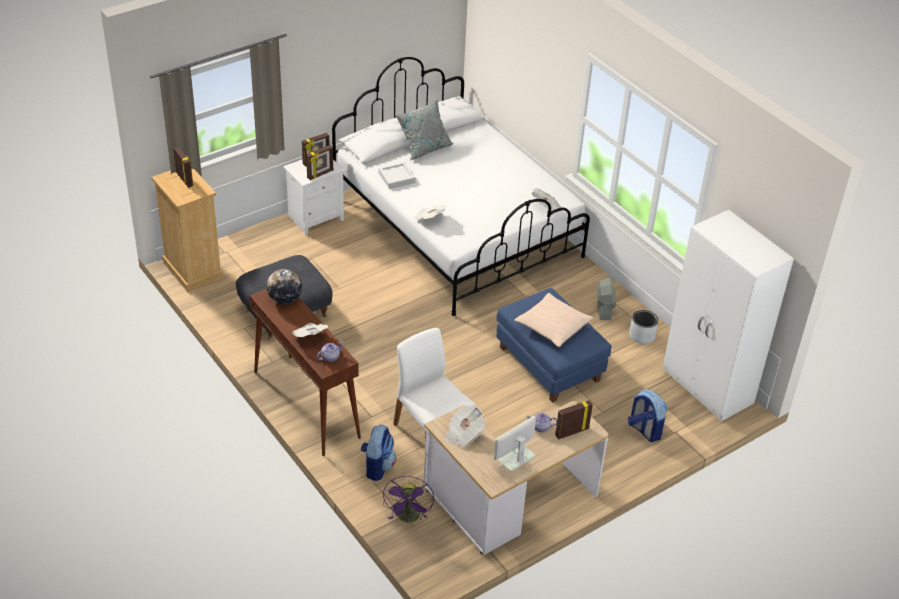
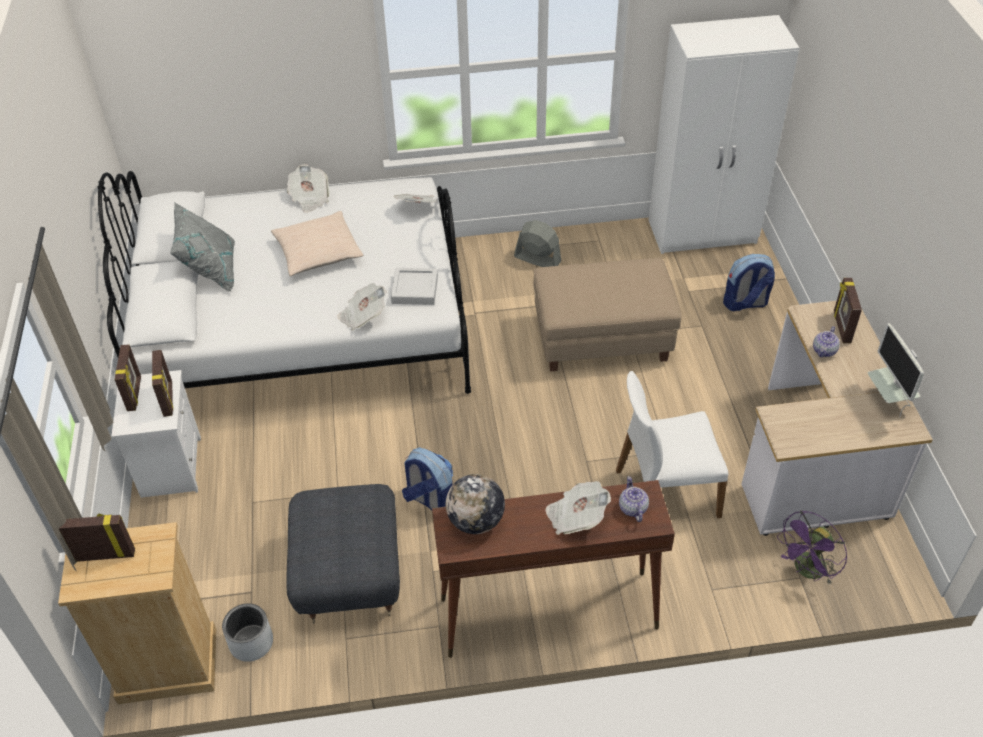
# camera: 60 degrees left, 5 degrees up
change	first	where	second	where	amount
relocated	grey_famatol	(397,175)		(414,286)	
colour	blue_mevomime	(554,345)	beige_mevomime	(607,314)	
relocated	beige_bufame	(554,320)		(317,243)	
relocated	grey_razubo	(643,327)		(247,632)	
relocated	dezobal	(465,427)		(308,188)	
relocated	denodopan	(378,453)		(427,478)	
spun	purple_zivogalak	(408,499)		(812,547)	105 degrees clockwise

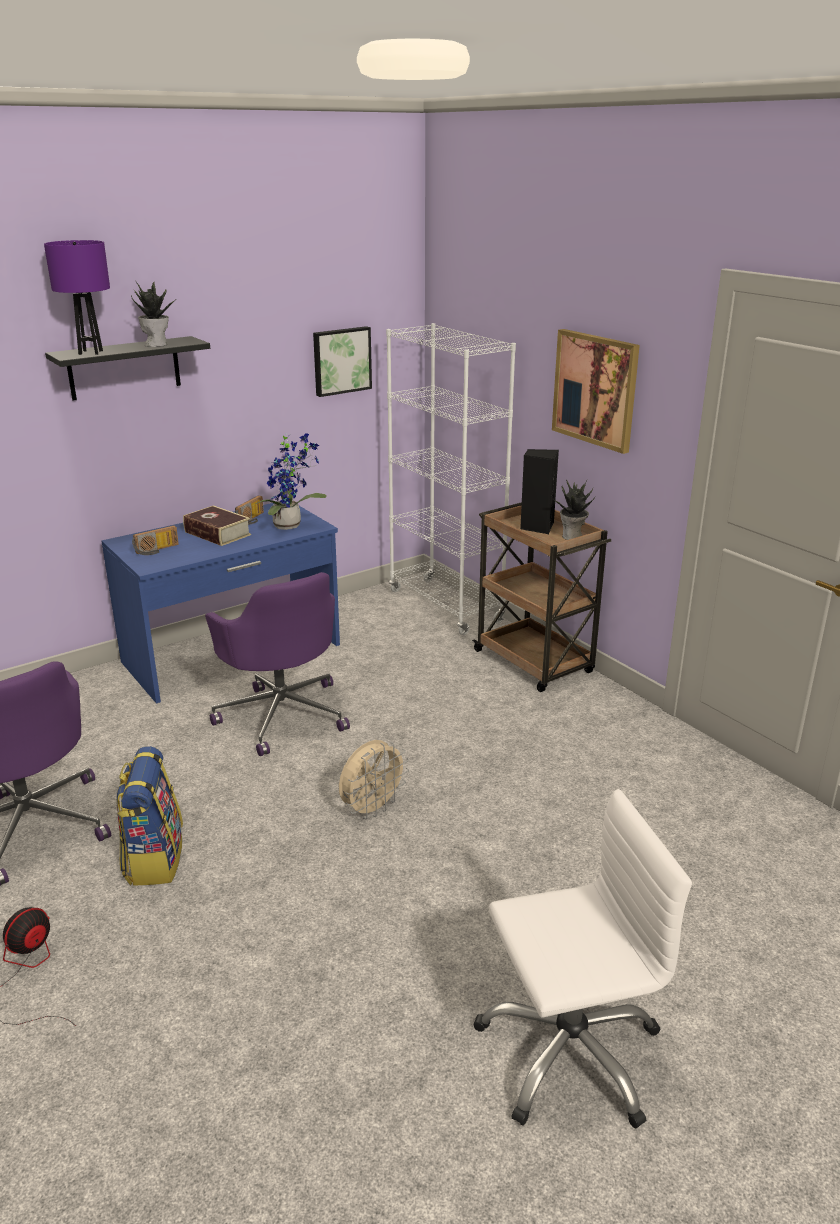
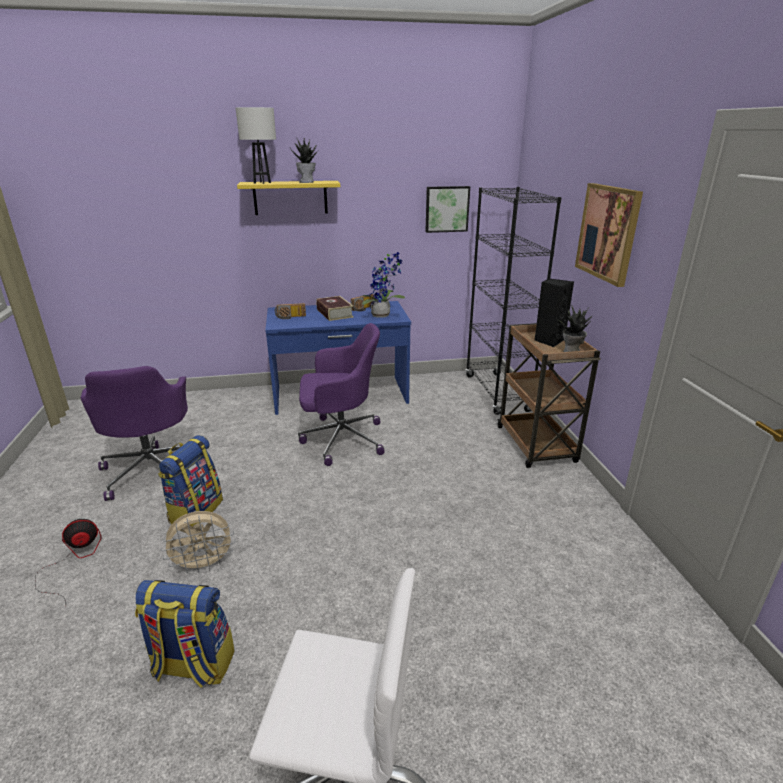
# camera: 25 degrees right, 0 degrees up
change	first	where	second	where	amount
colour	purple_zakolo	(77,297)	white_zakolo	(256,145)	
colour	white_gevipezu	(451,479)	black_gevipezu	(514,301)	
colour	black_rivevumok	(127,368)	yellow_rivevumok	(288,198)	
spun	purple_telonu	(277,664)		(341,394)	90 degrees counterclockwise
relocated	beige_zivogalak	(374,779)		(198,542)	
appeared			denodopan	(184,634)	

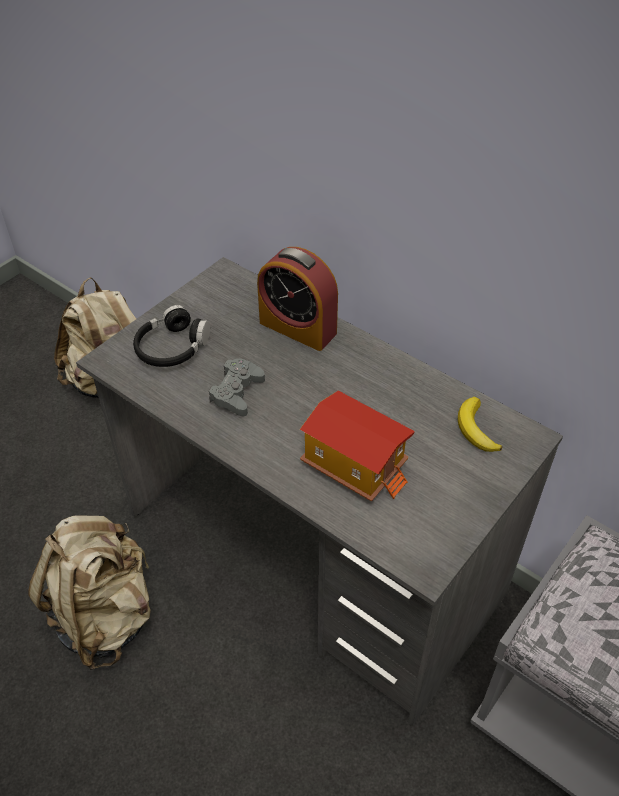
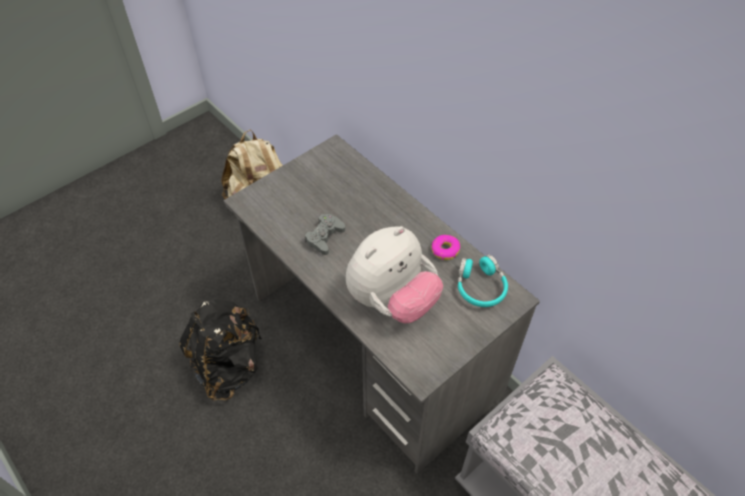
# camera: 10 degrees right, 5 degrees up
change	first	where	second	where	amount
missing	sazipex	(297,299)			
missing	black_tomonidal	(171,336)			
exchanged	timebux	(357,446)	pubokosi	(394,274)	
exchanged	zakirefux	(480,424)	turquoise_tomonidal	(482,281)	
colour	beige_denodopan	(89,593)	black_denodopan	(220,350)	
appeared			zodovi	(445,247)	

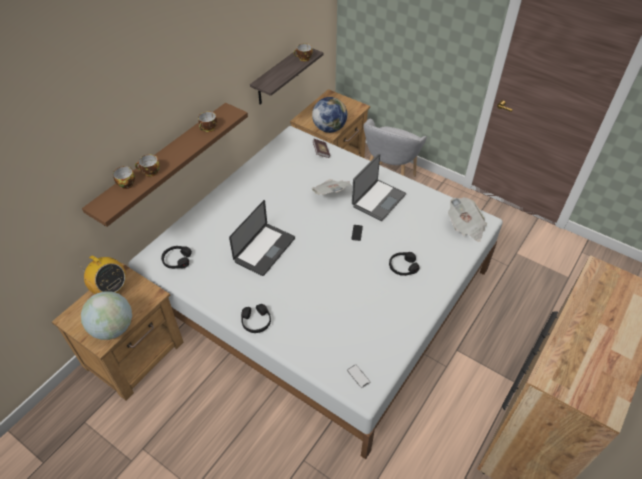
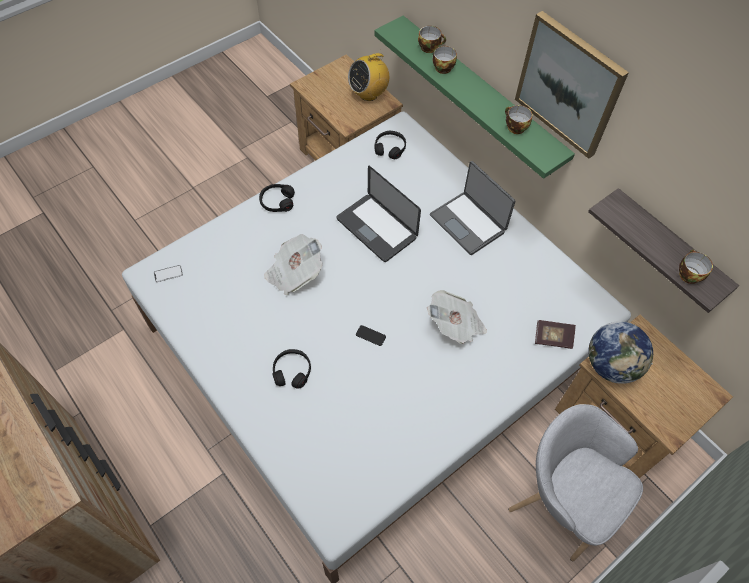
# camera: 105 degrees right, 10 degrees up
change	first	where	second	where	amount
colour	brown_rivevumok	(165,165)	green_rivevumok	(474,97)	
relocated	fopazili	(379,187)		(473,208)	
relocated	dezobal	(467,219)		(293,265)	
missing	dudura	(106,315)			
appeared			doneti	(572,85)	

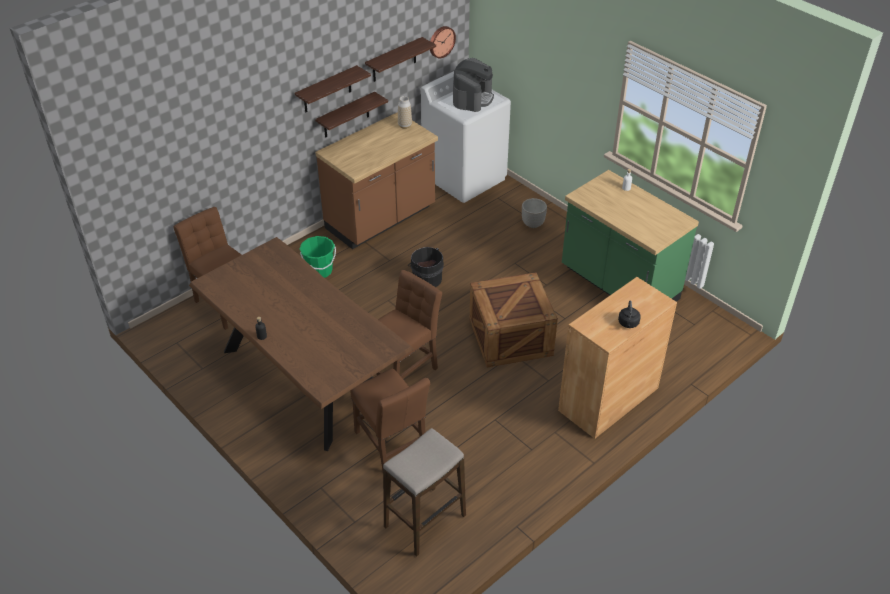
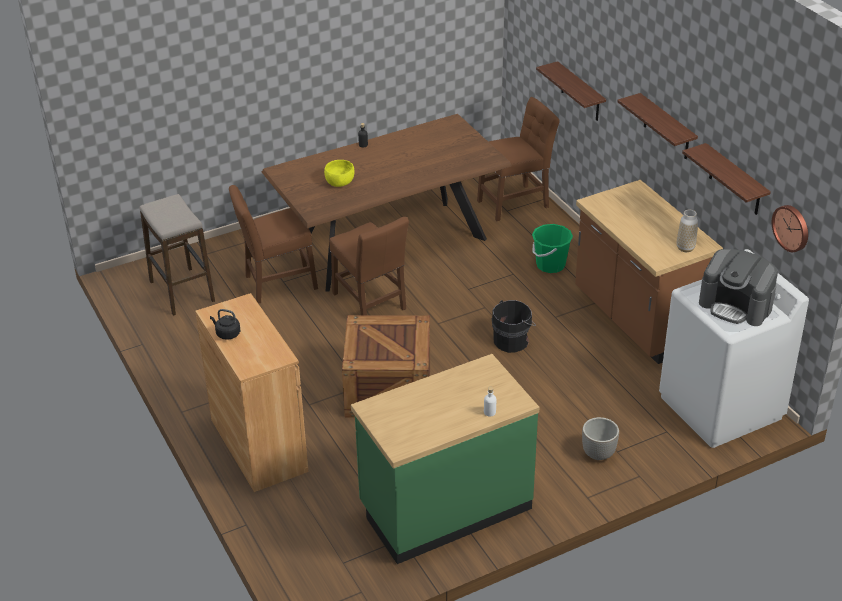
# camera: 105 degrees right, 5 degrees down
change	first	where	second	where	amount
relocated	rivevumok	(351,115)		(571,91)	
appeared			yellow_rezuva	(339,173)	

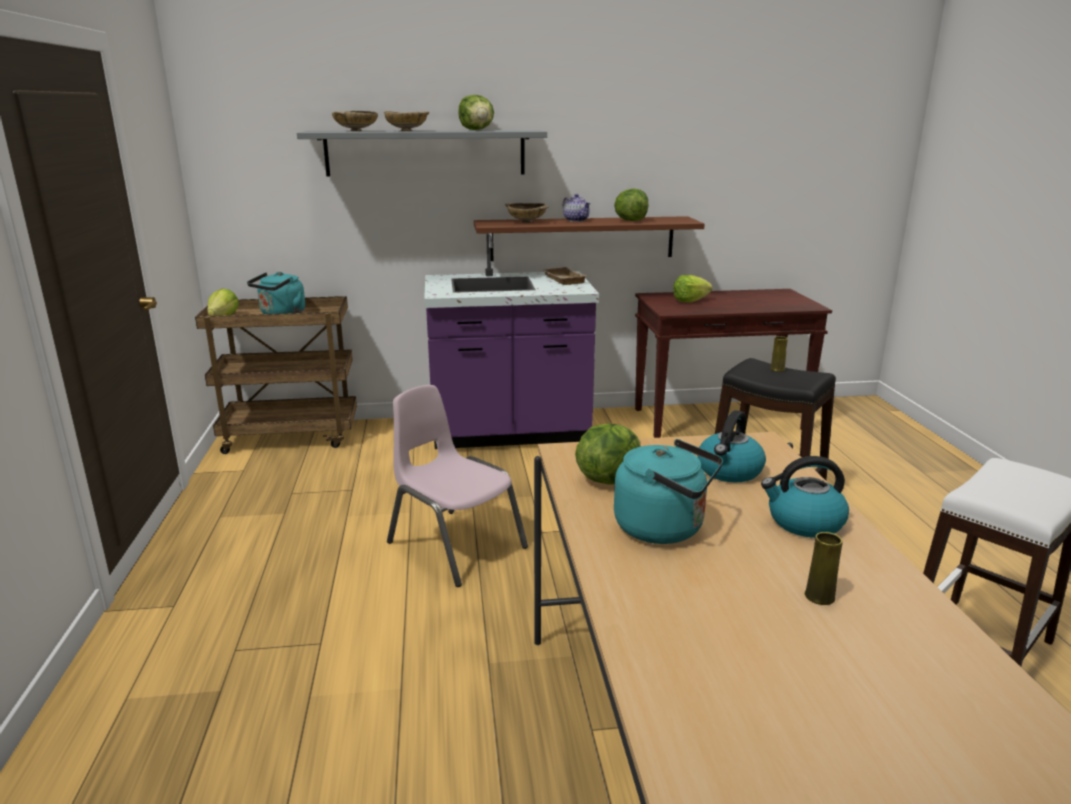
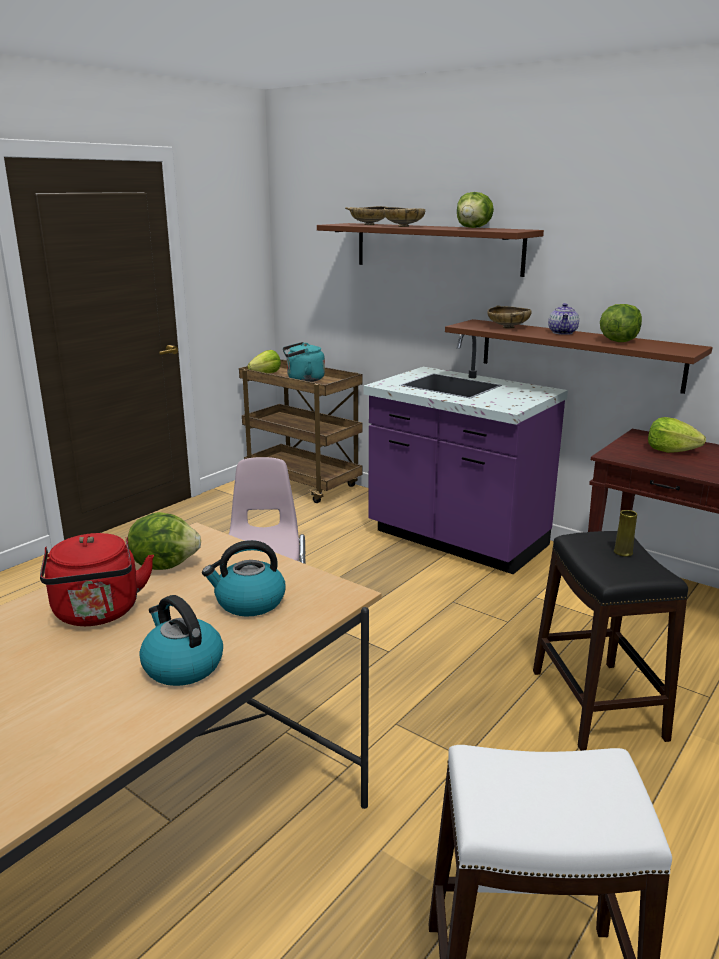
# camera: 45 degrees right, 0 degrees up
change	first	where	second	where	amount
colour	grey_rivevumok	(422,153)	brown_rivevumok	(430,250)	
missing	beige_famatol	(565,276)			
colour	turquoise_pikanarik	(668,491)	red_pikanarik	(97,579)	
missing	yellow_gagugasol	(824,568)			

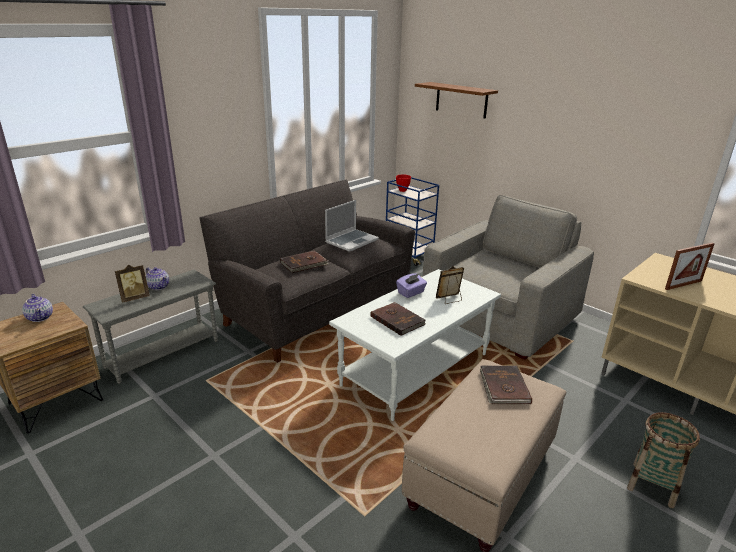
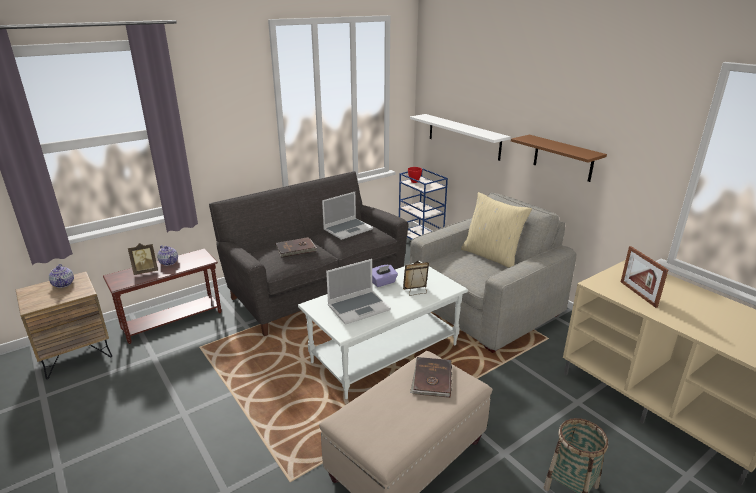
# camera: 10 degrees right, 0 degrees up
change	first	where	second	where	amount
relocated	brown_rivevumok	(456,100)		(559,158)	
spun	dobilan	(690,266)		(644,277)	90 degrees clockwise
colour	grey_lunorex	(150,327)	brown_lunorex	(162,296)	
exchanged	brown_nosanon	(398,319)	fopazili	(358,291)	
appeared			white_rivevumok	(460,137)	
appeared			beige_bufame	(496,230)	

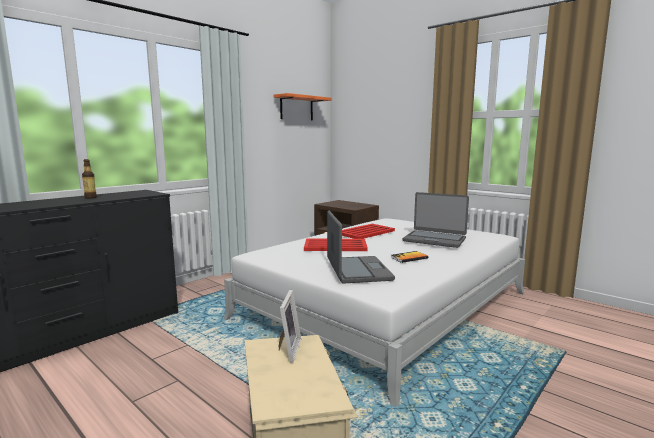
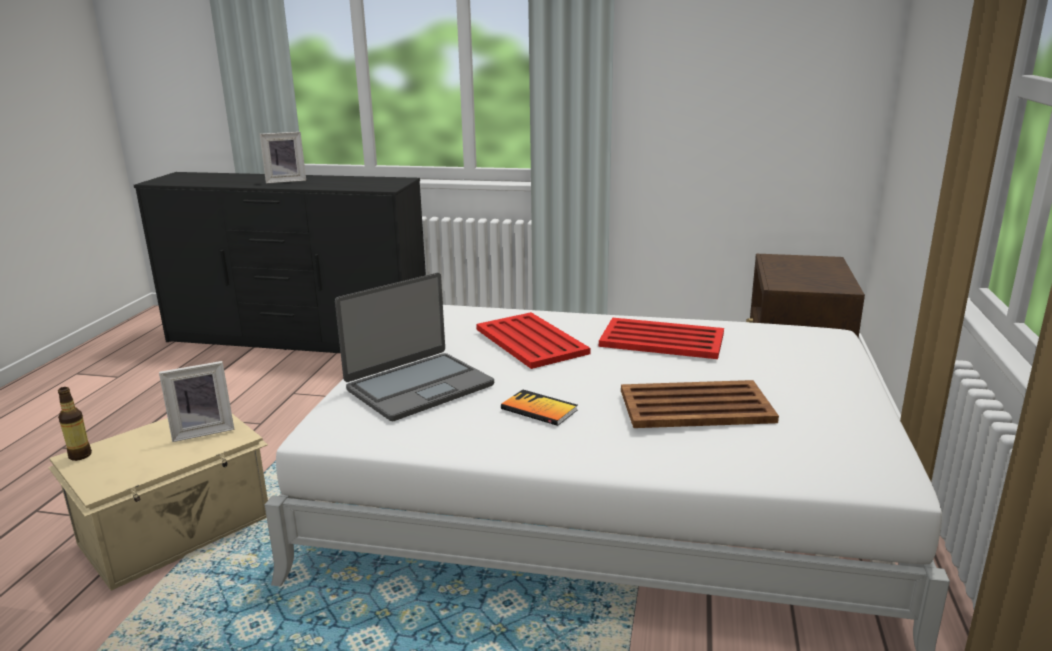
# camera: 60 degrees right, 10 degrees up
change	first	where	second	where	amount
missing	orange_rivevumok	(302,107)			
relocated	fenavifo	(89,179)		(75,424)	
exchanged	fopazili	(436,220)	brown_famatol	(700,404)	
appeared			dobilan	(282,158)	

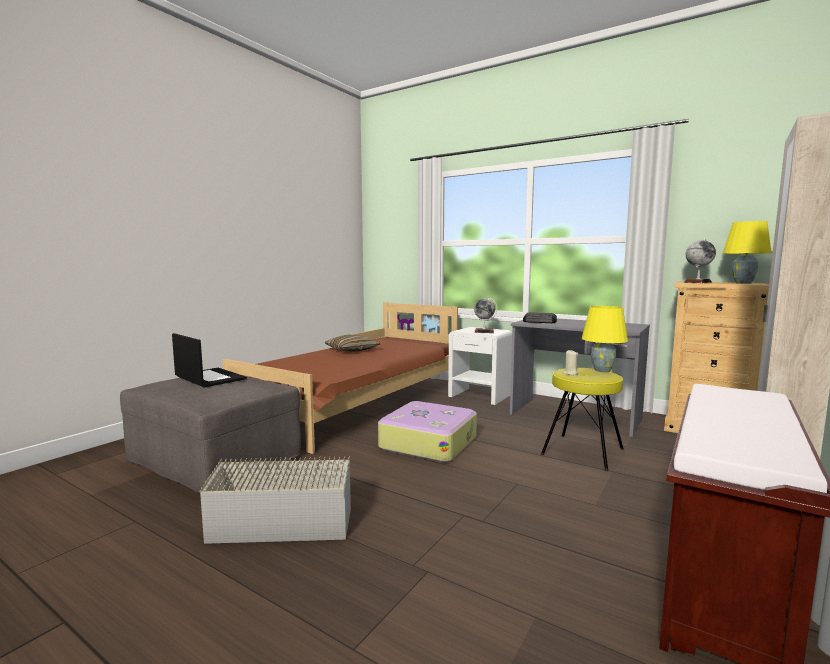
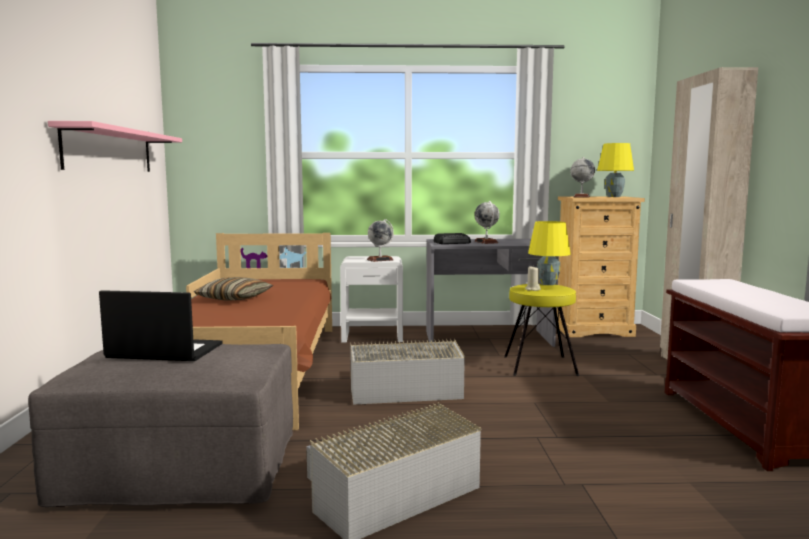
# camera: 35 degrees left, 0 degrees up
change	first	where	second	where	amount
exchanged	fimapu	(427,432)	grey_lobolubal	(407,372)	
appeared			pink_rivevumok	(115,146)	
appeared			dudura	(487,222)	

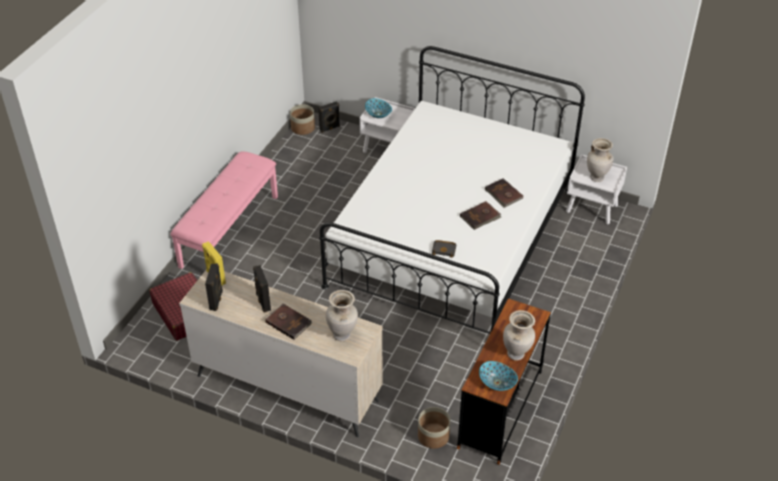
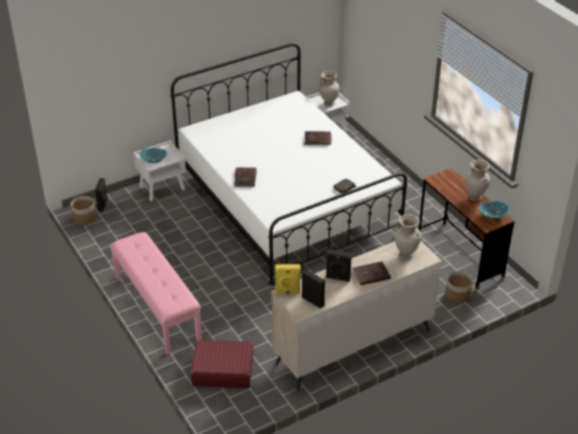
# camera: 55 degrees left, 5 degrees down
change	first	where	second	where	amount
relocated	brown_nosanon	(481,215)		(245,177)	

